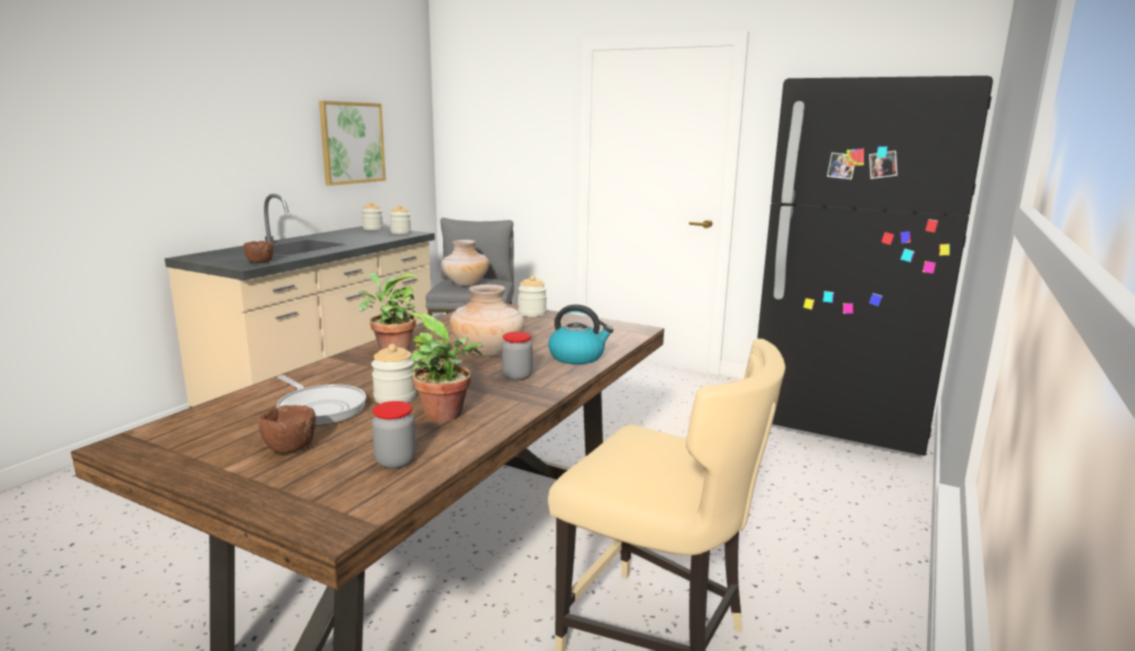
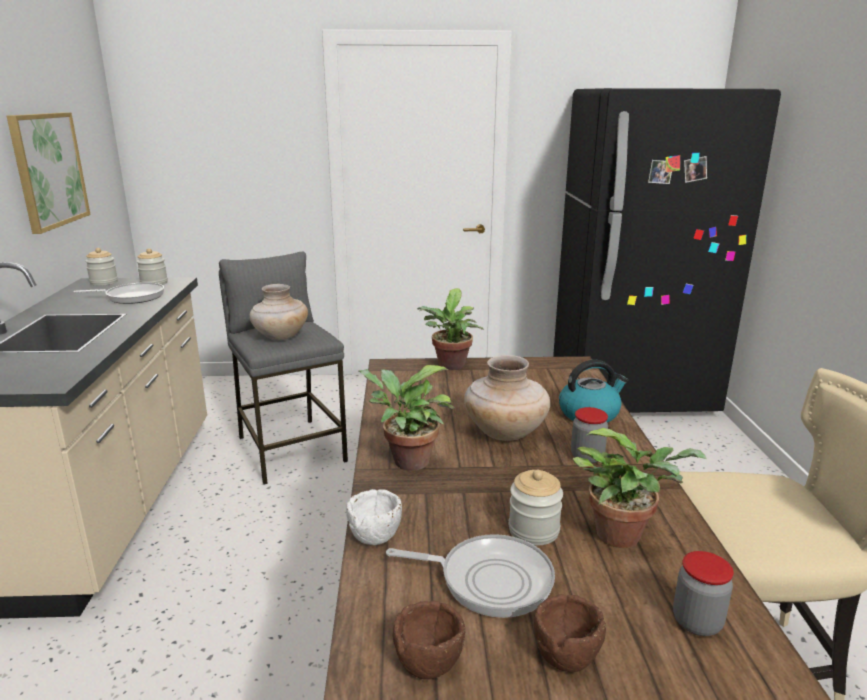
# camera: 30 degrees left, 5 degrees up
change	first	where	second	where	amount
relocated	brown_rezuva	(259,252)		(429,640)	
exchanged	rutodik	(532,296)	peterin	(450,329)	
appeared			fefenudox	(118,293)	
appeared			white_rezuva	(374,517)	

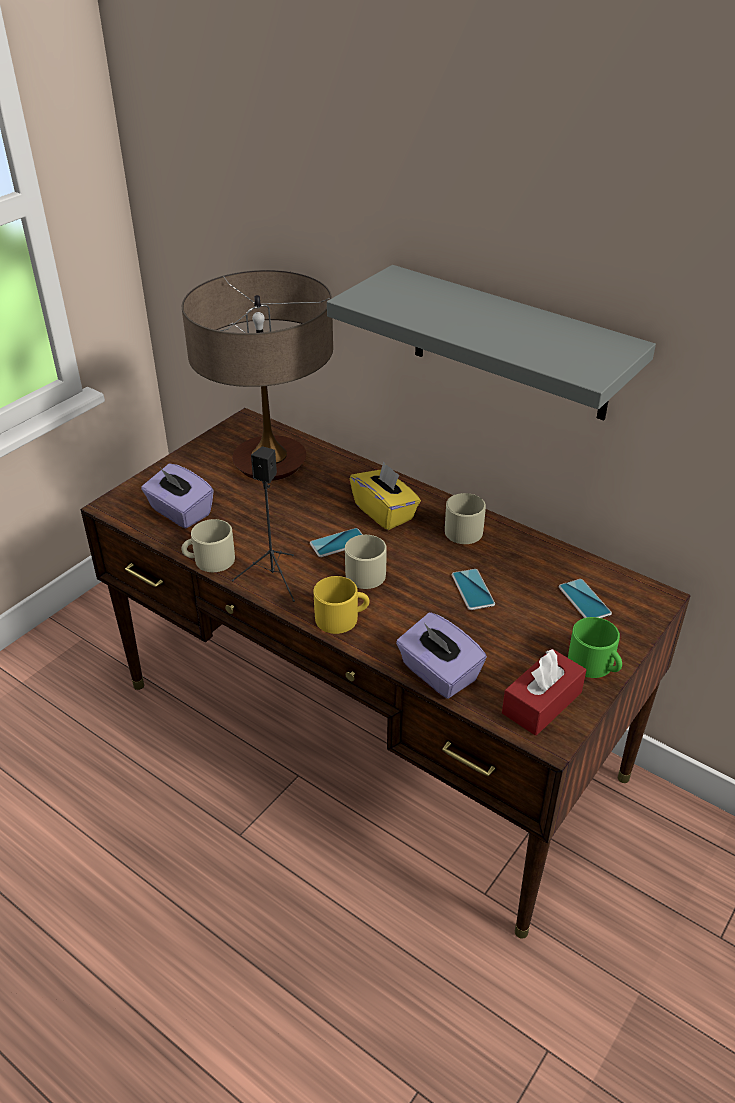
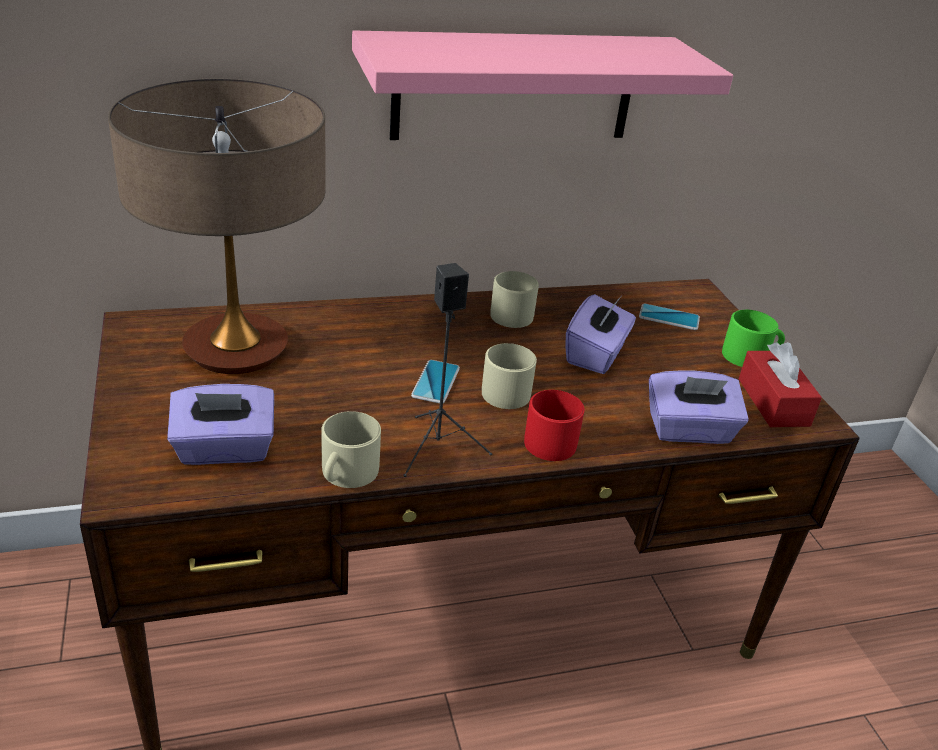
# camera: 55 degrees left, 5 degrees down
change	first	where	second	where	amount
colour	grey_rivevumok	(491,343)	pink_rivevumok	(542,85)	
missing	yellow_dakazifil	(385,495)			
exchanged	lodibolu	(473,589)	purple_dakazifil	(600,334)	
colour	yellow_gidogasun	(341,605)	red_gidogasun	(554,425)	

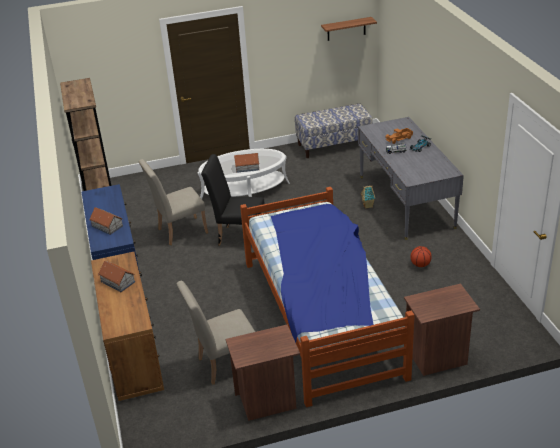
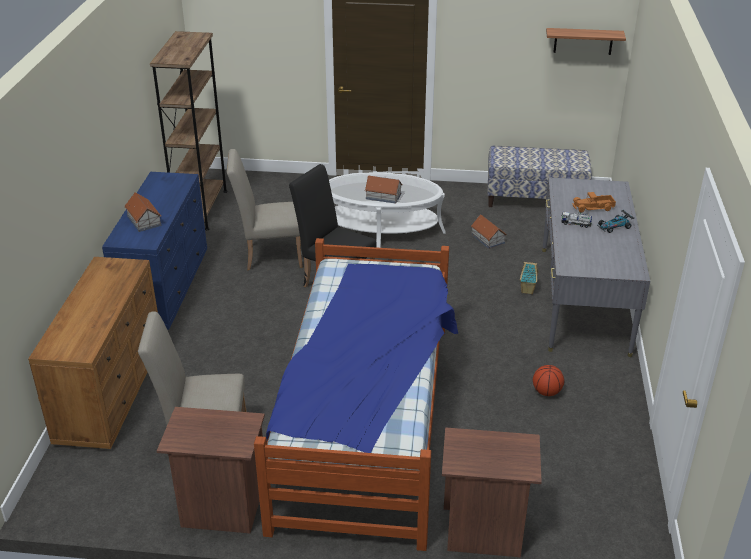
# camera: 20 degrees right, 0 degrees up
change	first	where	second	where	amount
relocated	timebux	(116,276)		(489,231)	

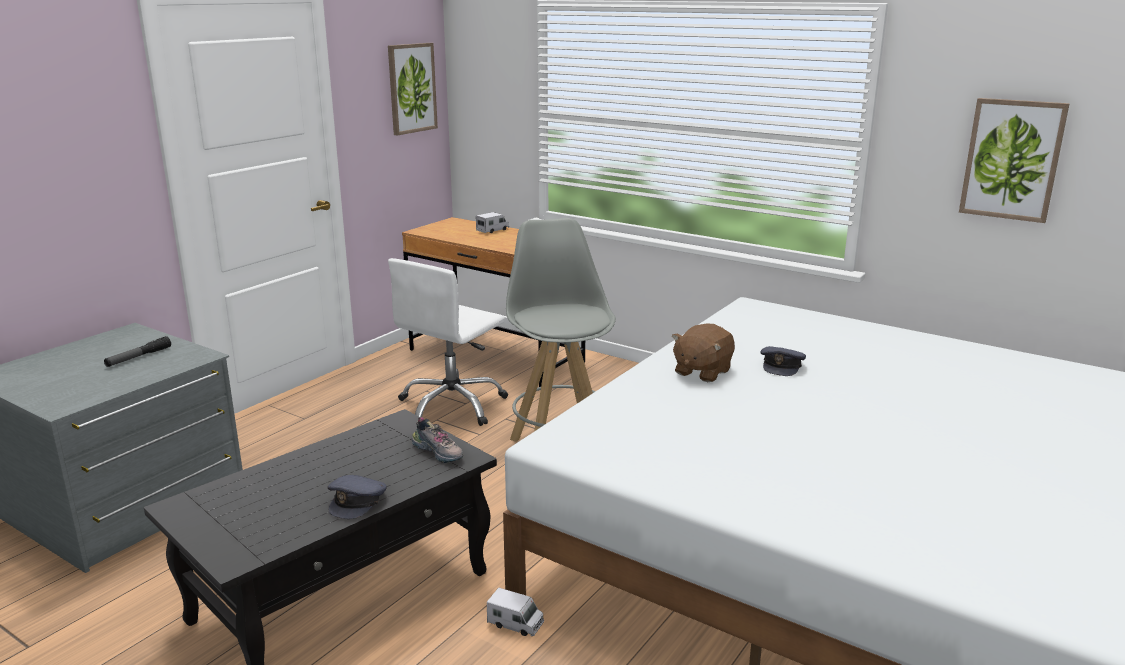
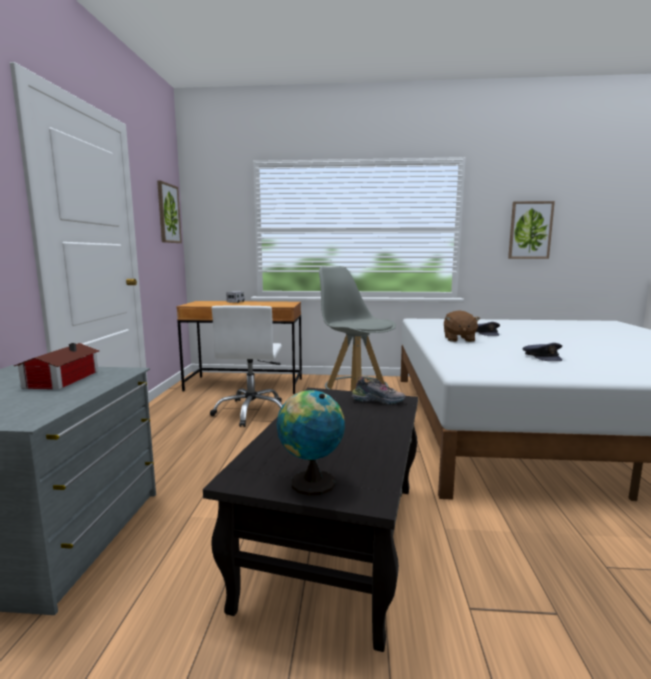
# camera: 30 degrees left, 10 degrees down
change	first	where	second	where	amount
exchanged	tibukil	(137,351)	timebux	(56,366)	
relocated	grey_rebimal	(357,497)		(542,352)	
missing	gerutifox	(515,612)			
appeared			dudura	(310,443)	

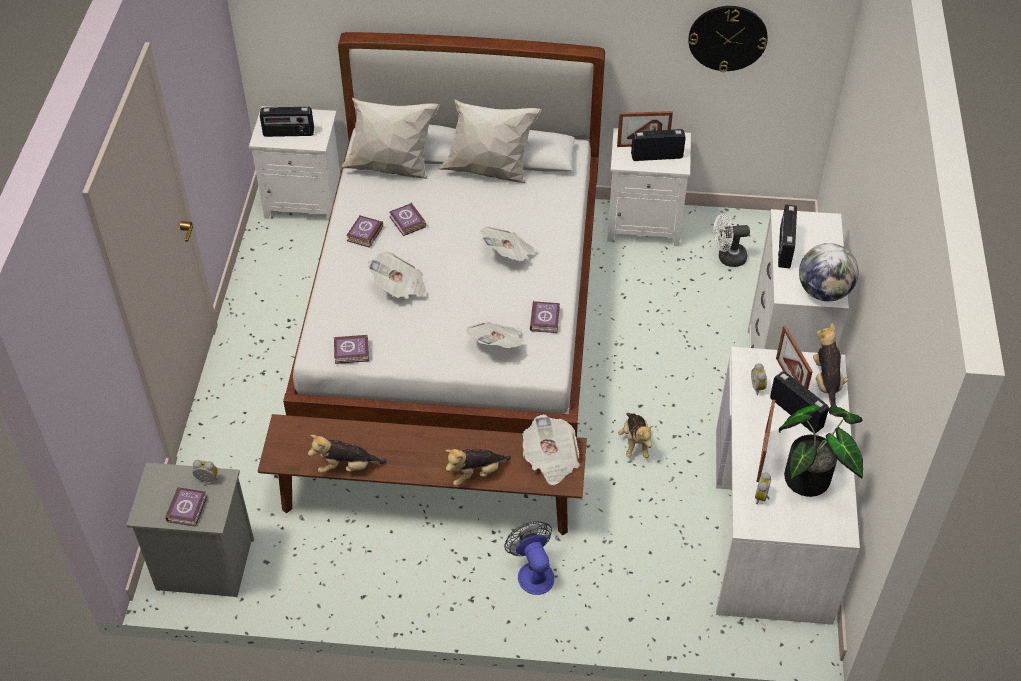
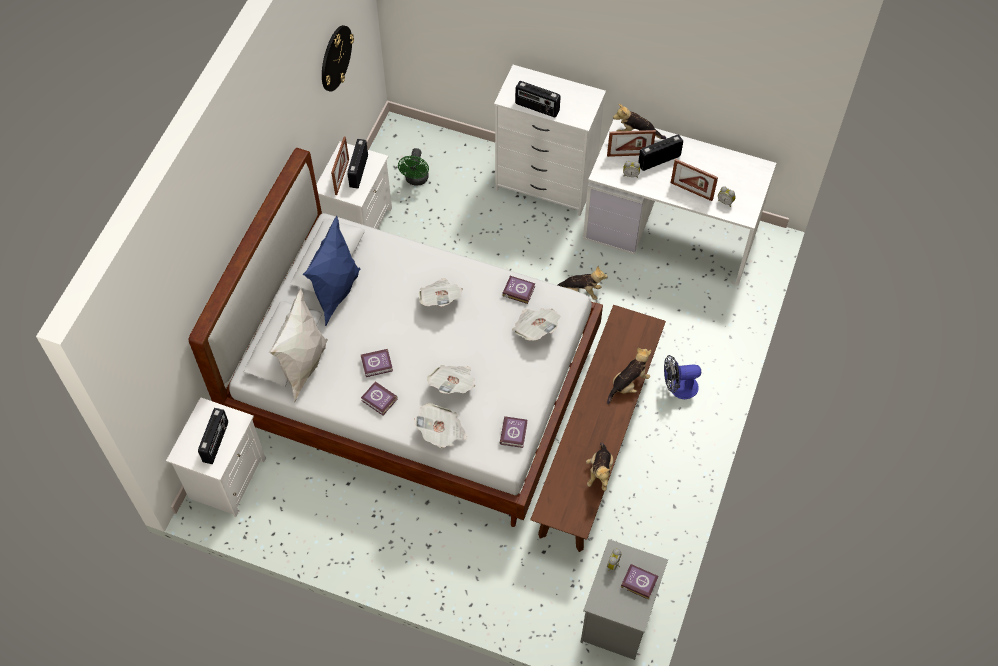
# camera: 75 degrees left, 10 degrees up
change	first	where	second	where	amount
colour	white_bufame	(490,141)	blue_bufame	(331,271)	
colour	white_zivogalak	(731,240)	green_zivogalak	(413,167)	
missing	dudura	(829,272)			
missing	peterin	(821,451)			
relocated	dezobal	(551,449)		(441,425)	
spun	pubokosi	(478,467)		(629,375)	120 degrees counterclockwise

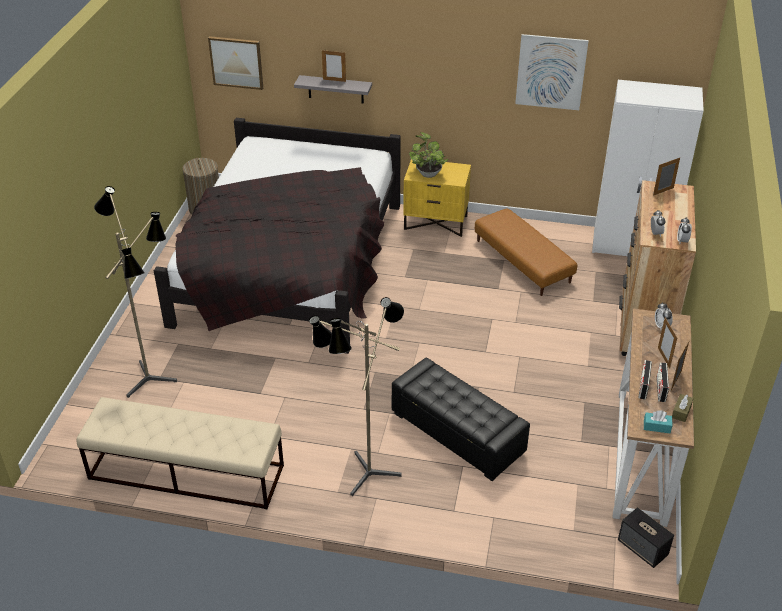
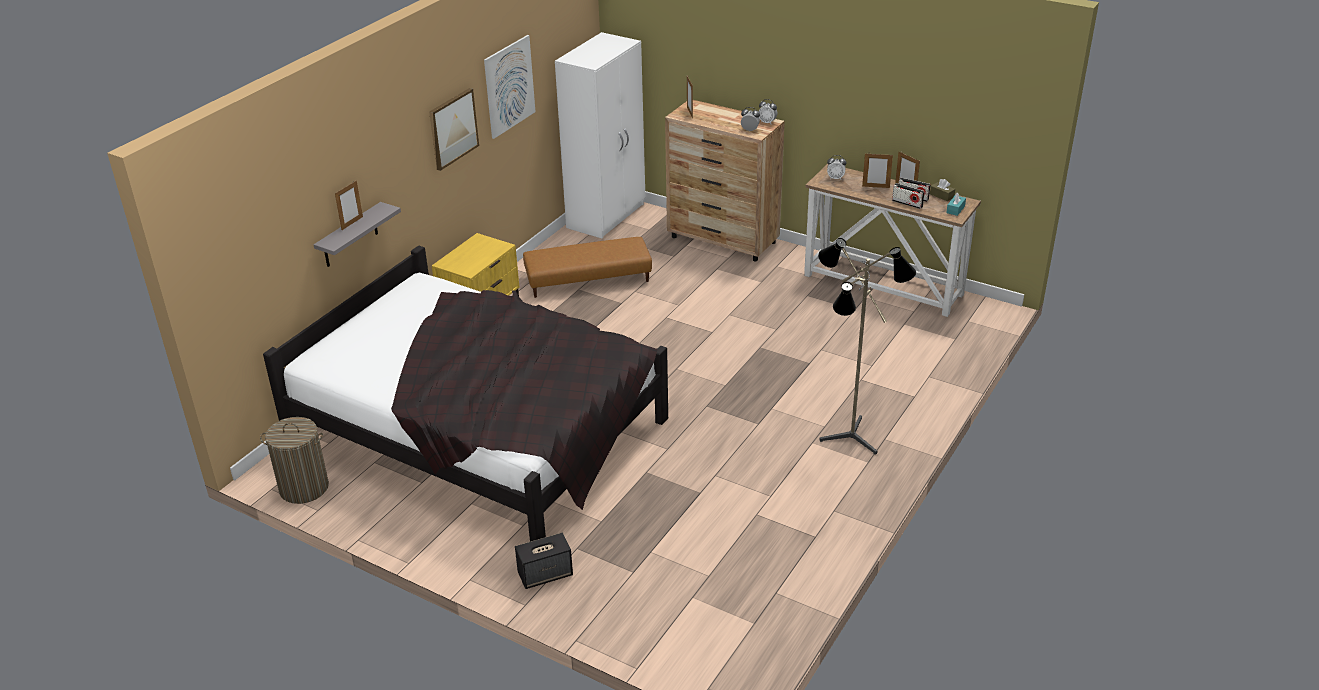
# camera: 70 degrees left, 5 degrees down
change	first	where	second	where	amount
relocated	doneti	(235,63)		(454,129)	
missing	peterin	(428,155)			
missing	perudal	(135,292)			
missing	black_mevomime	(461,419)			
missing	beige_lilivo	(180,453)			
relocated	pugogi	(646,537)		(544,561)	

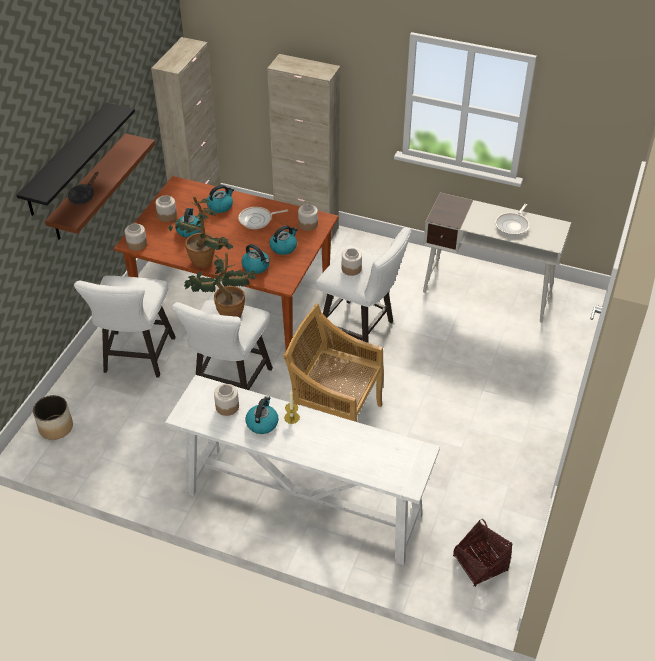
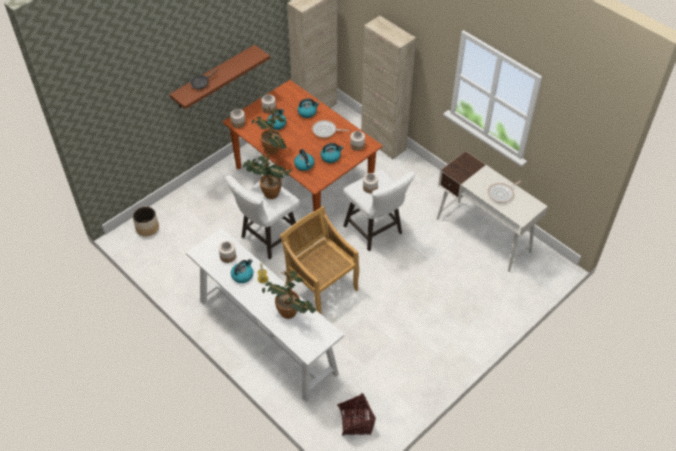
# camera: 25 degrees right, 5 degrees up
change	first	where	second	where	amount
missing	black_rivevumok	(75,159)			
missing	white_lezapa	(125,327)			
appeared			peterin	(289,294)	

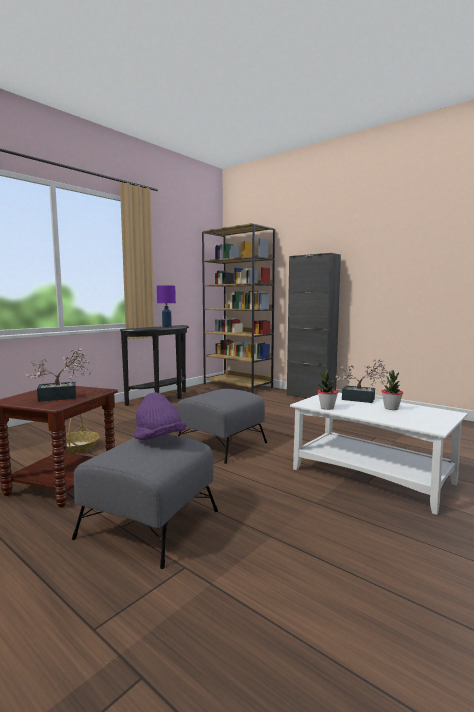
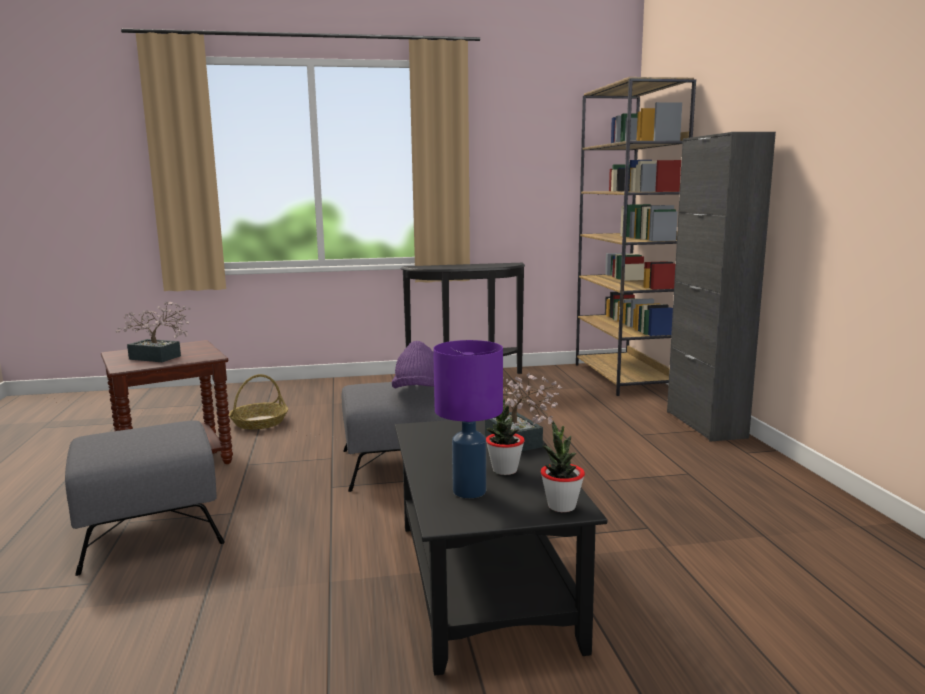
# camera: 40 degrees right, 5 degrees up
change	first	where	second	where	amount
relocated	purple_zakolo	(166,306)		(468,419)	
relocated	peterin	(328,389)		(563,466)	
relocated	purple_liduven	(160,416)		(413,364)	
colour	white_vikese	(379,453)	black_vikese	(501,545)	

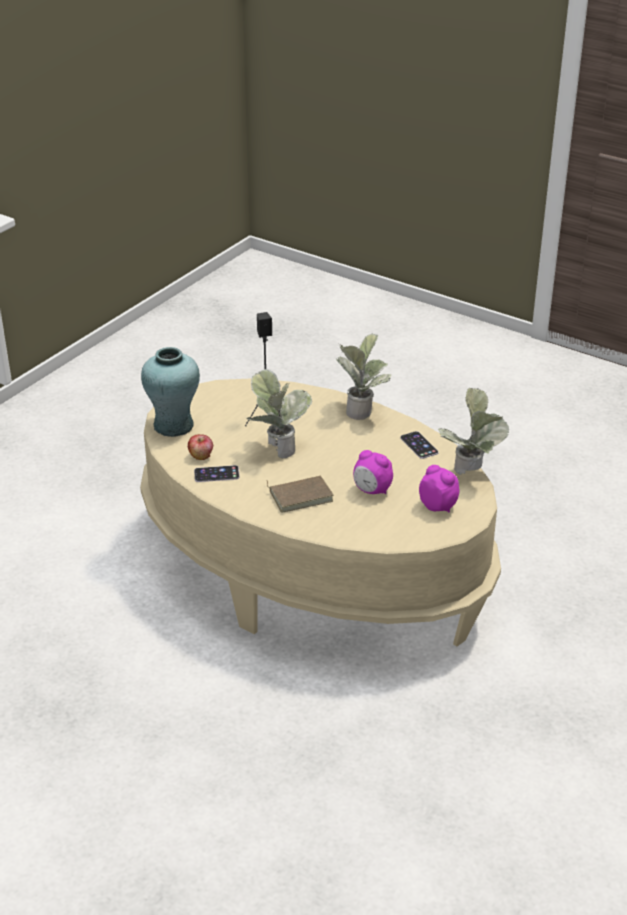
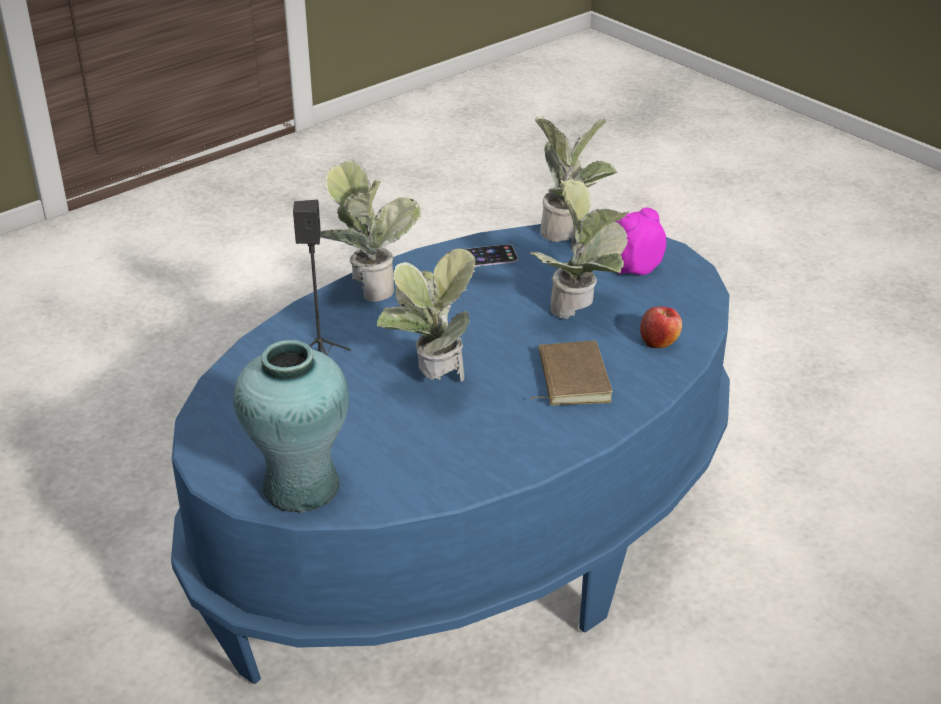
# camera: 75 degrees left, 0 degrees up
change	first	where	second	where	amount
colour	beige_vikese	(320,512)	blue_vikese	(450,454)	
relocated	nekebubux	(200,447)		(661,327)	
exchanged	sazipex	(373,472)	peterin	(579,249)	
missing	lodibolu	(217,473)			

